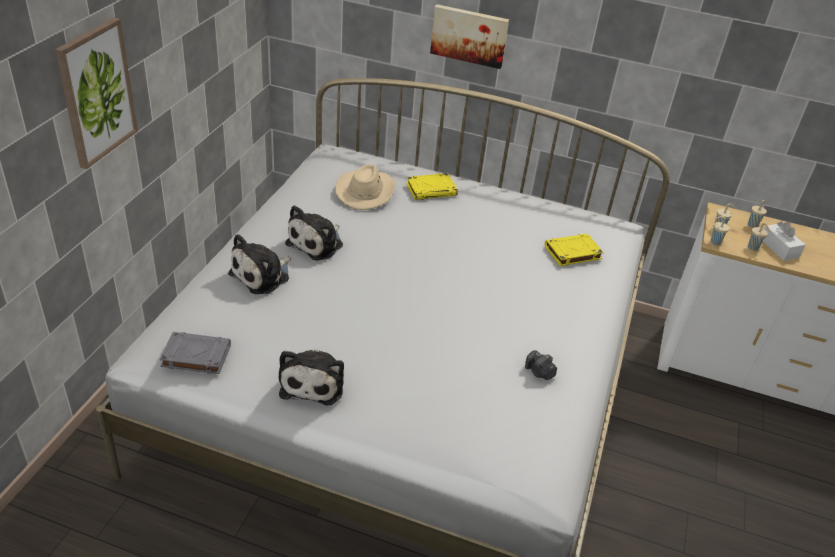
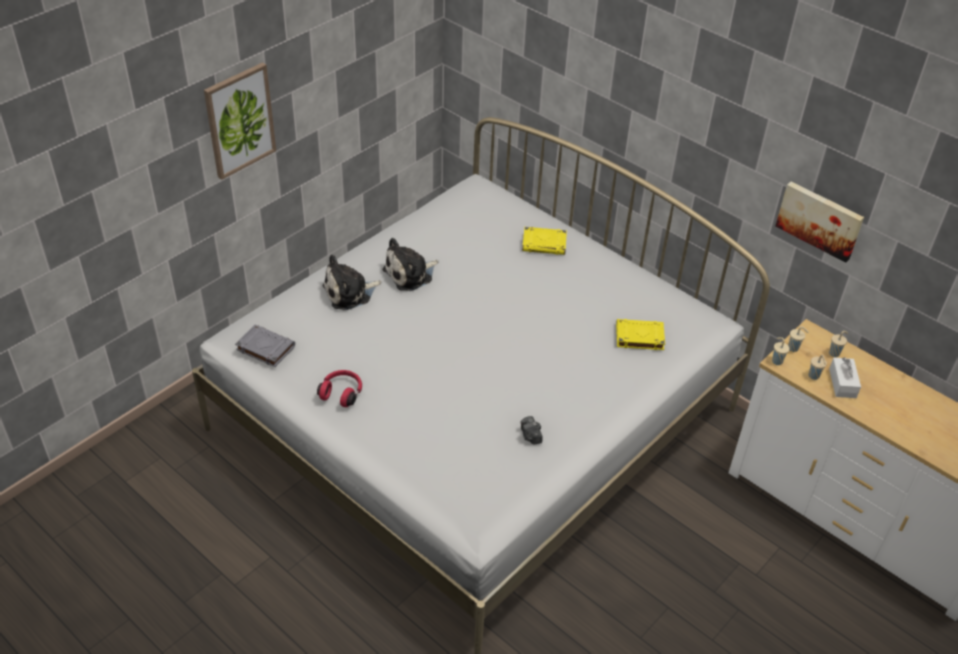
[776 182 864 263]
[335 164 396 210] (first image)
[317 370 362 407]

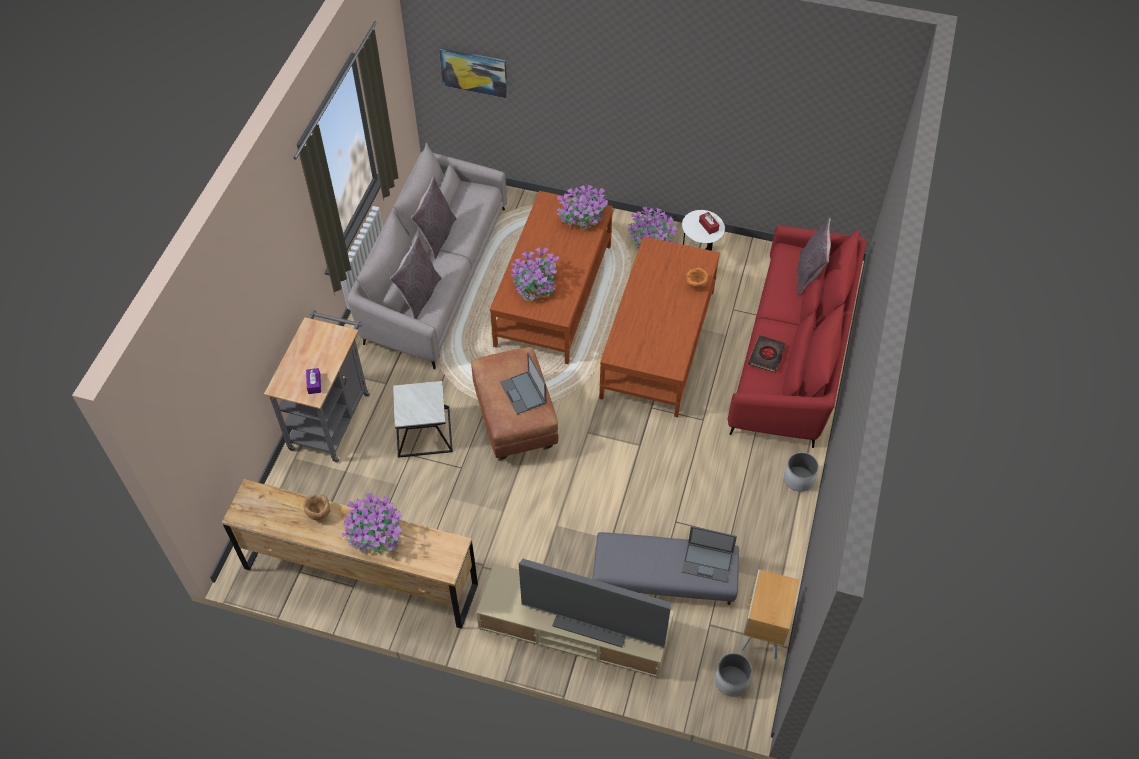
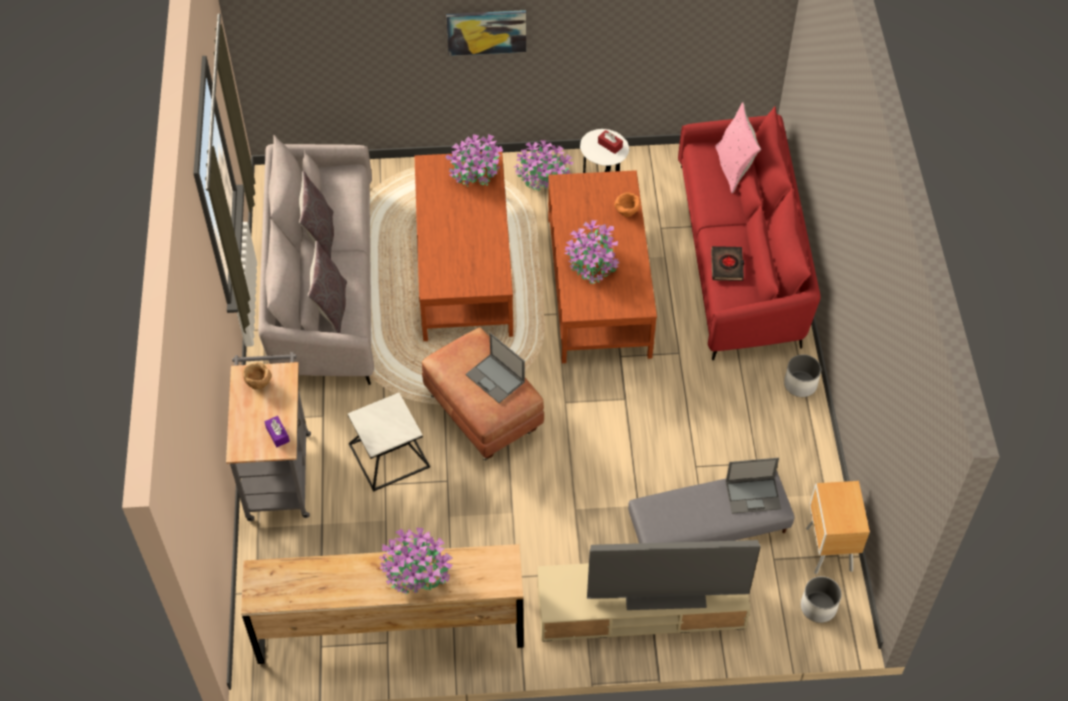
[446 10 526 56]
[715 102 761 193]
[565 220 620 284]
[242 362 272 389]

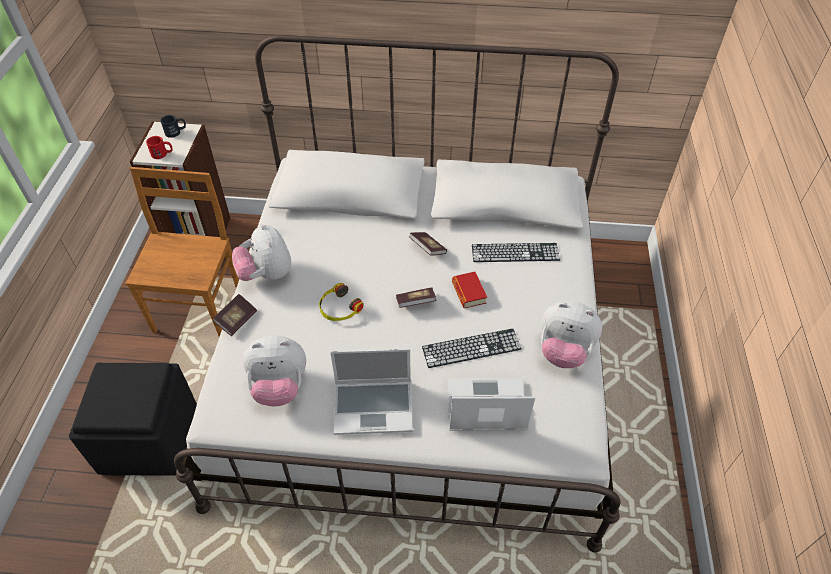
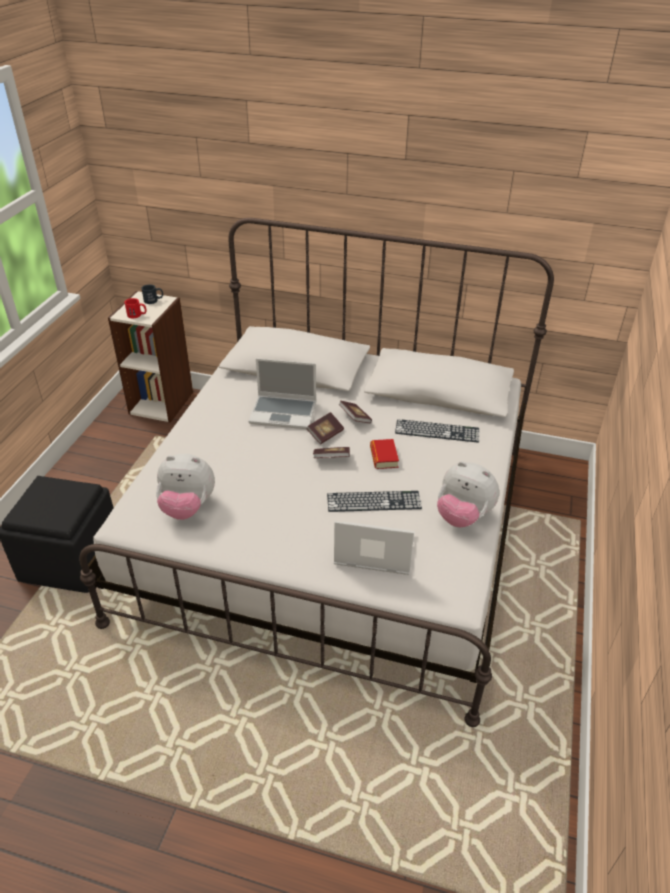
[125 167 239 337] (first image)
[232 224 291 281] (first image)
[319 283 364 321] (first image)
[306 412 344 445]
[248 358 316 429]

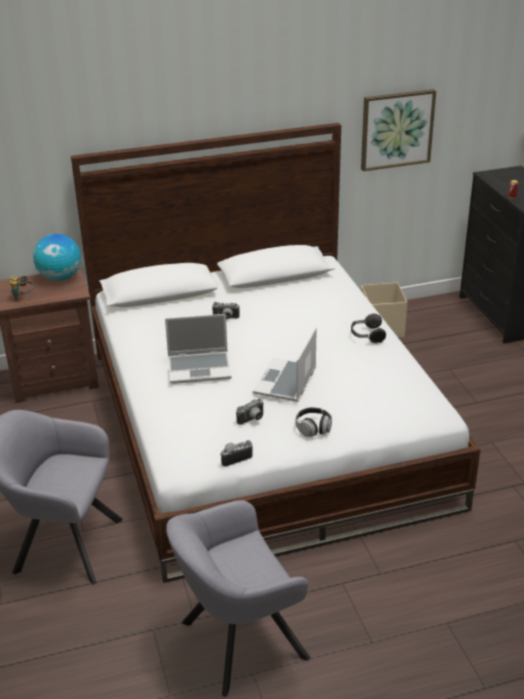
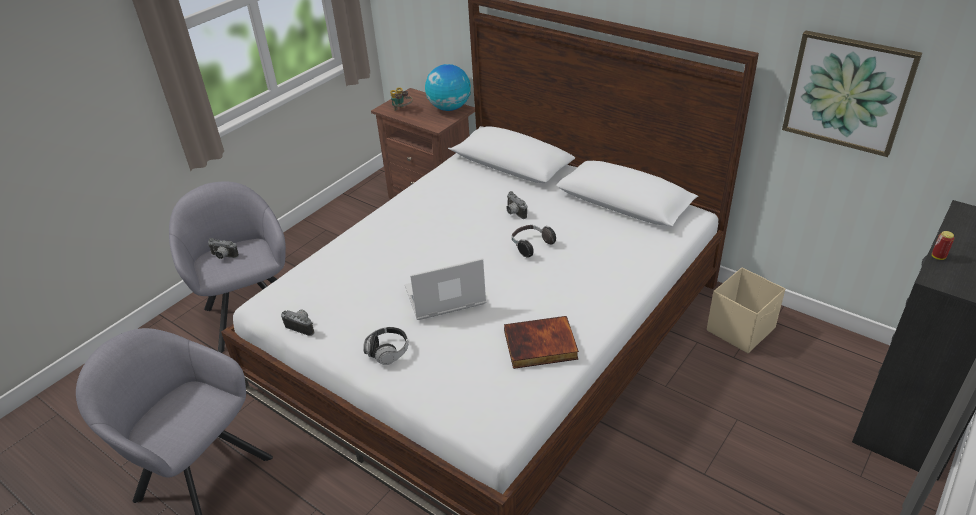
[512 225 556 257]
[165 314 232 384] (first image)
[208 238 239 259]
[504 316 579 369]

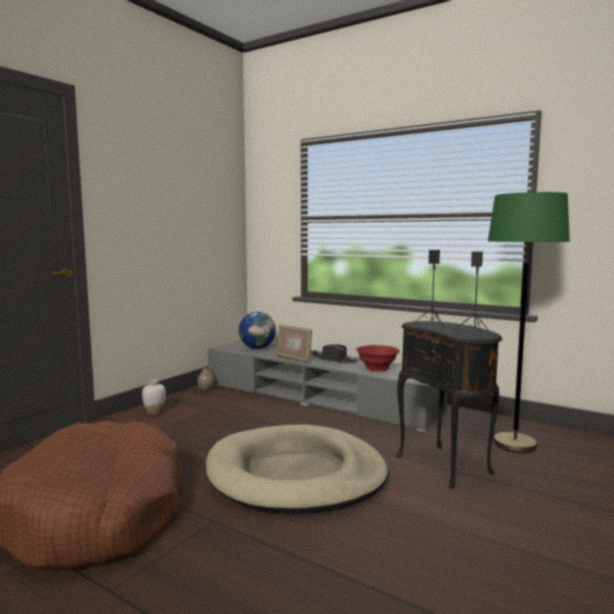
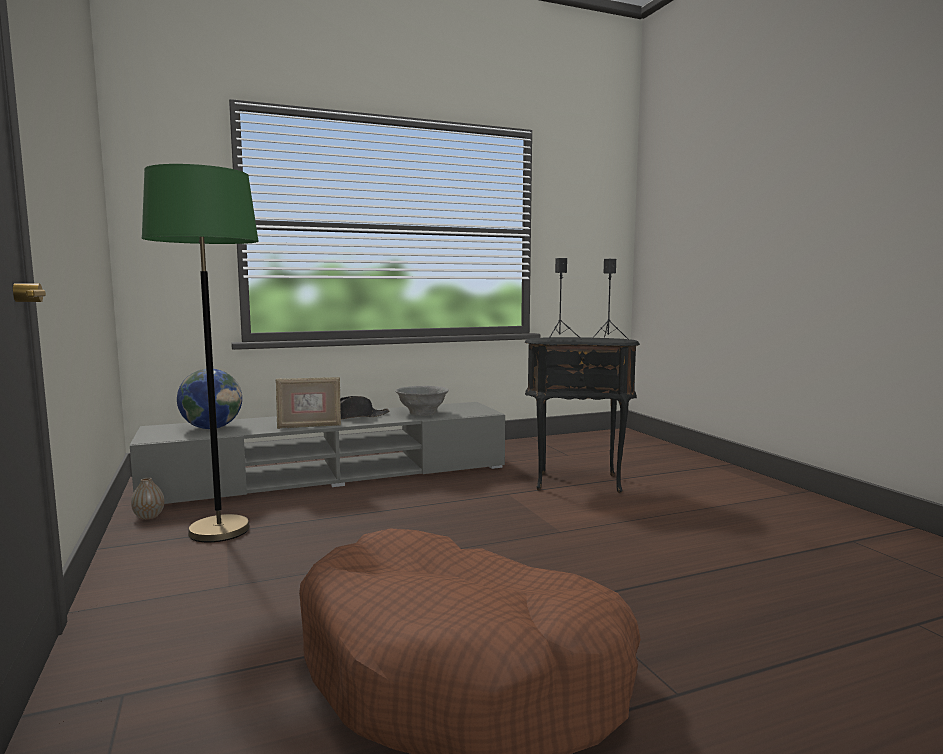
[142 164 259 542]
[395 386 449 416]
[142 379 166 415] (first image)
[206 425 388 514] (first image)

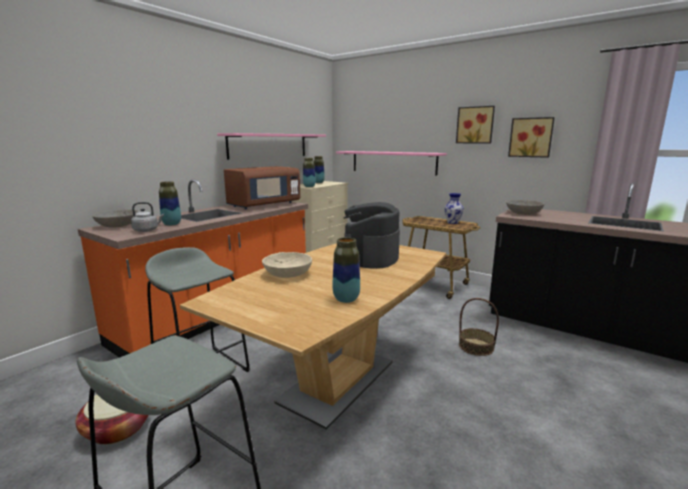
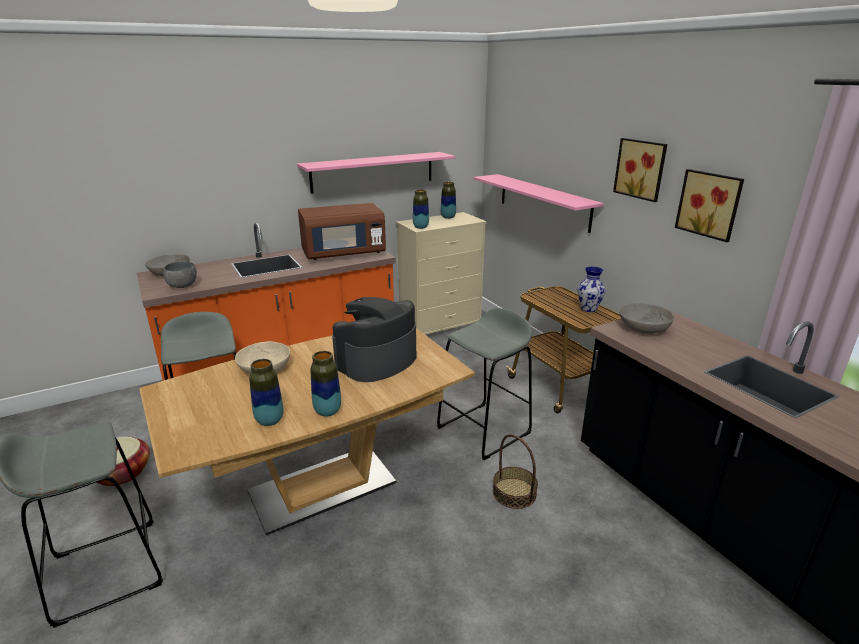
[310 351 341 417]
[163 262 197 288]
[437 308 532 460]

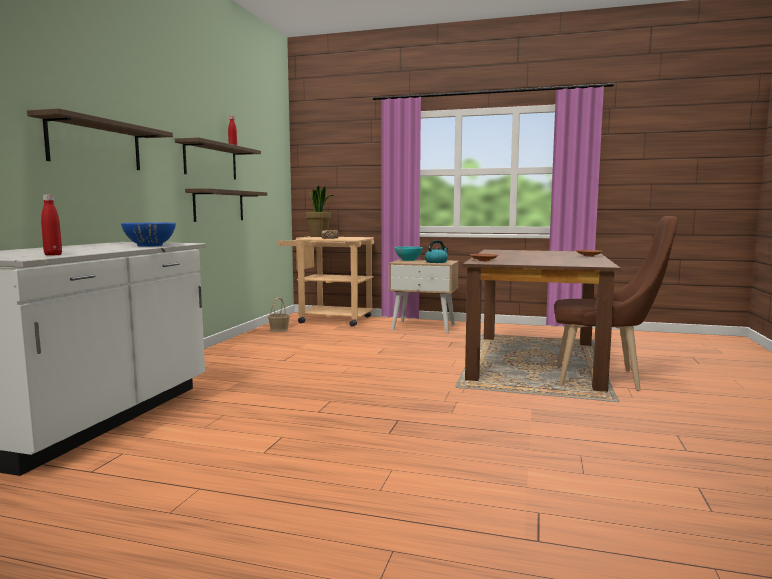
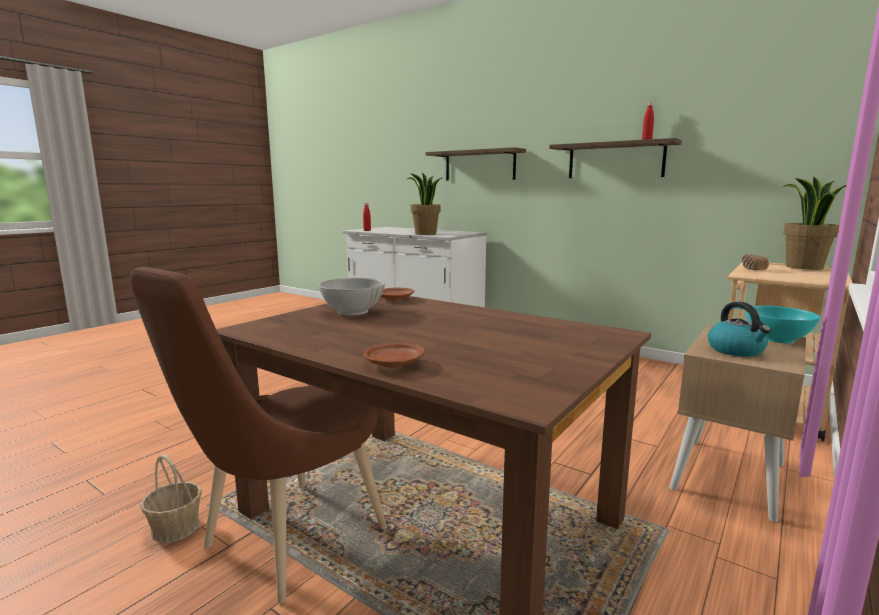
[185 188 267 222] (first image)
[407 173 442 235]
[140 454 202 543]
[318 278 385 315]

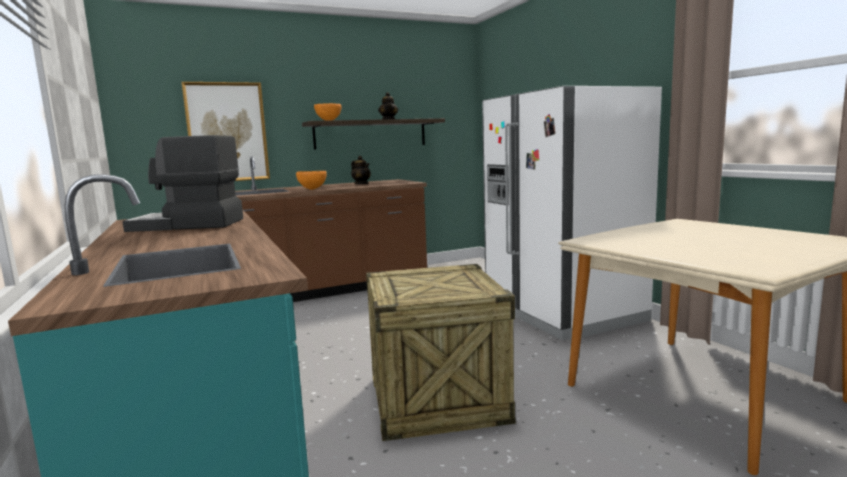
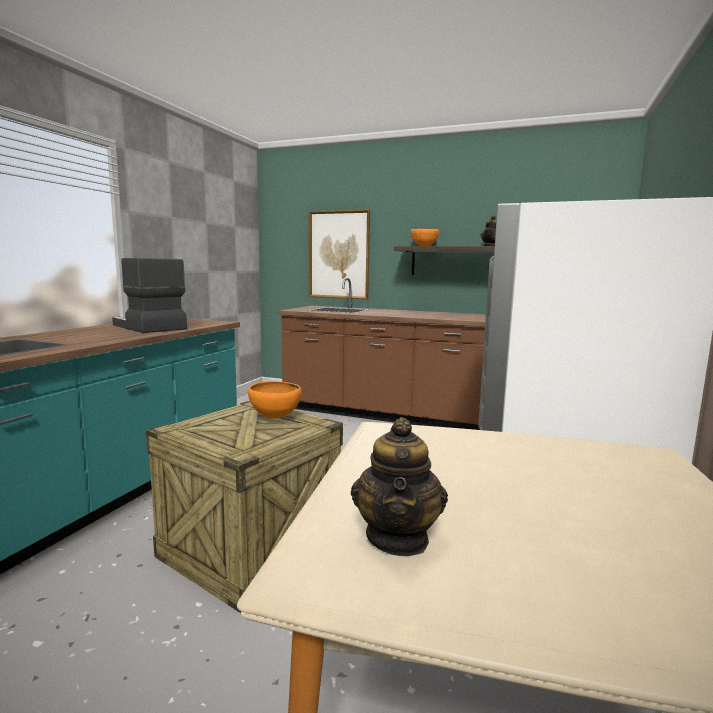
[351 417 448 556]
[248 381 302 419]

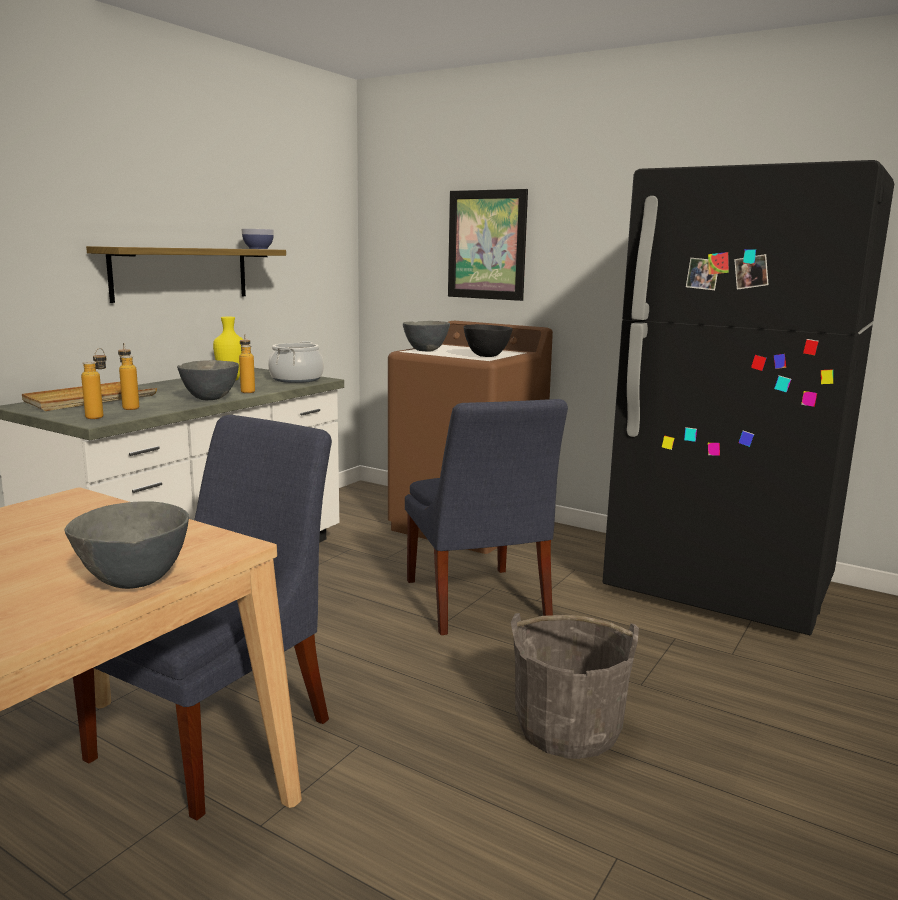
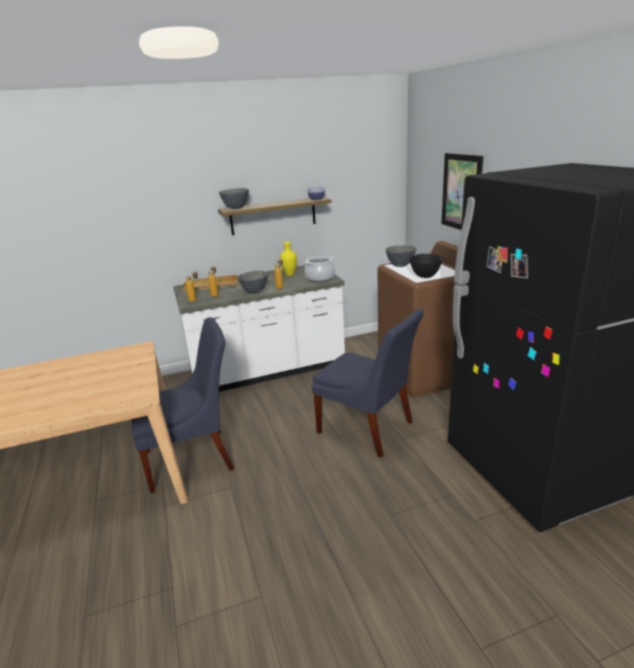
[312 308 424 458]
[219 188 249 209]
[511 613 639 759] (first image)

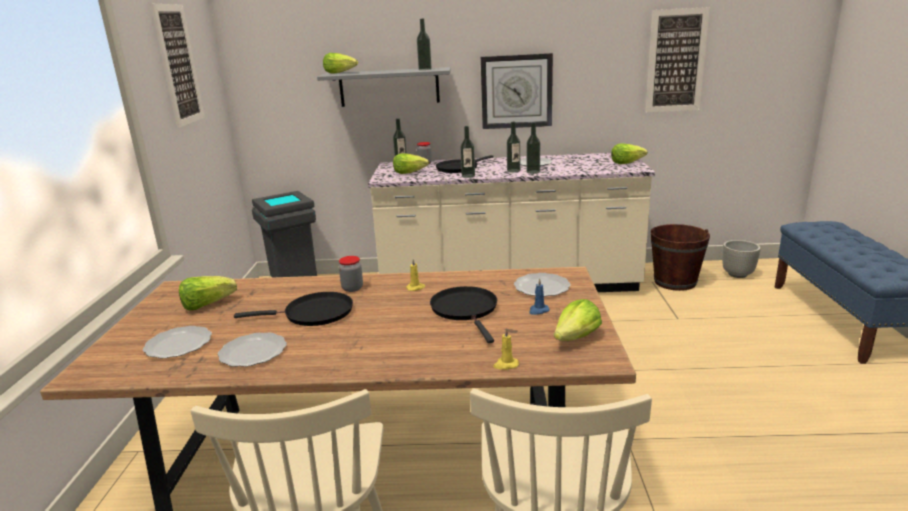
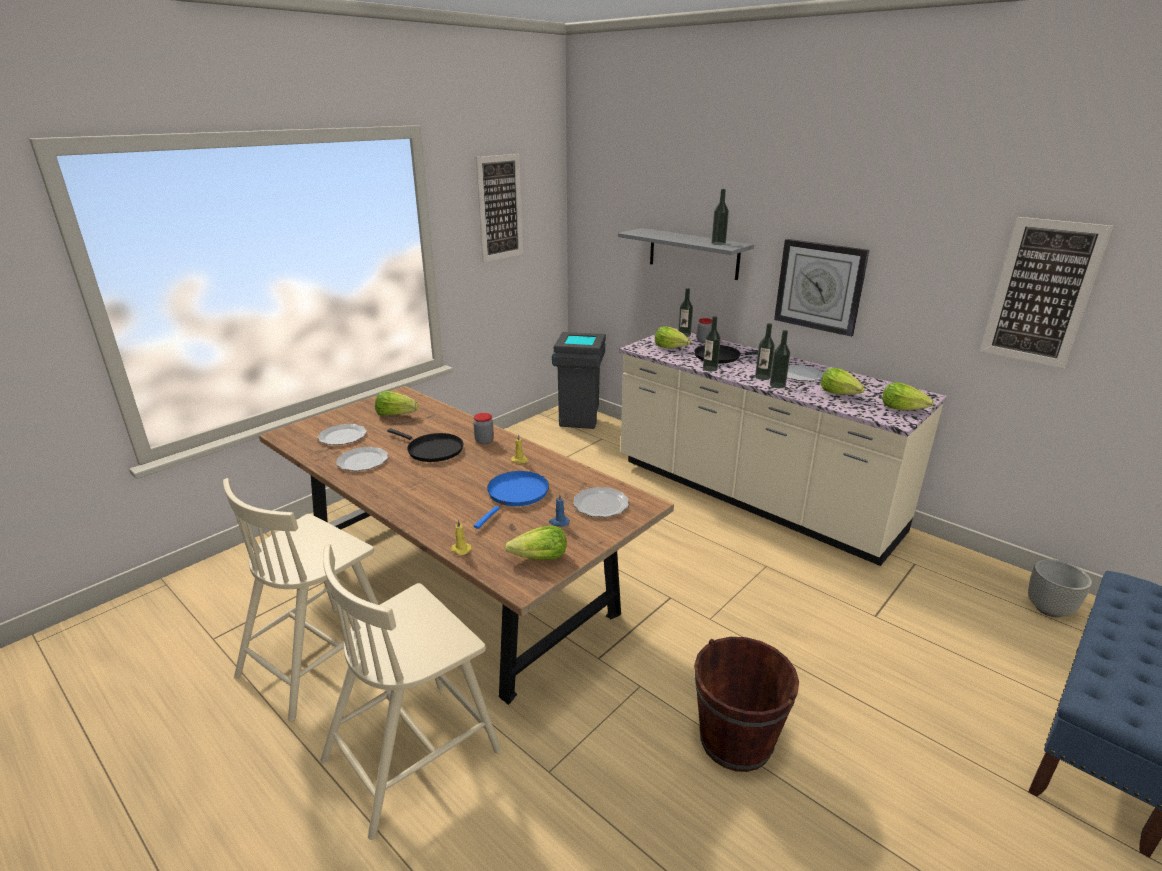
[821 368 865 395]
[694 637 799 772]
[474 471 549 529]

